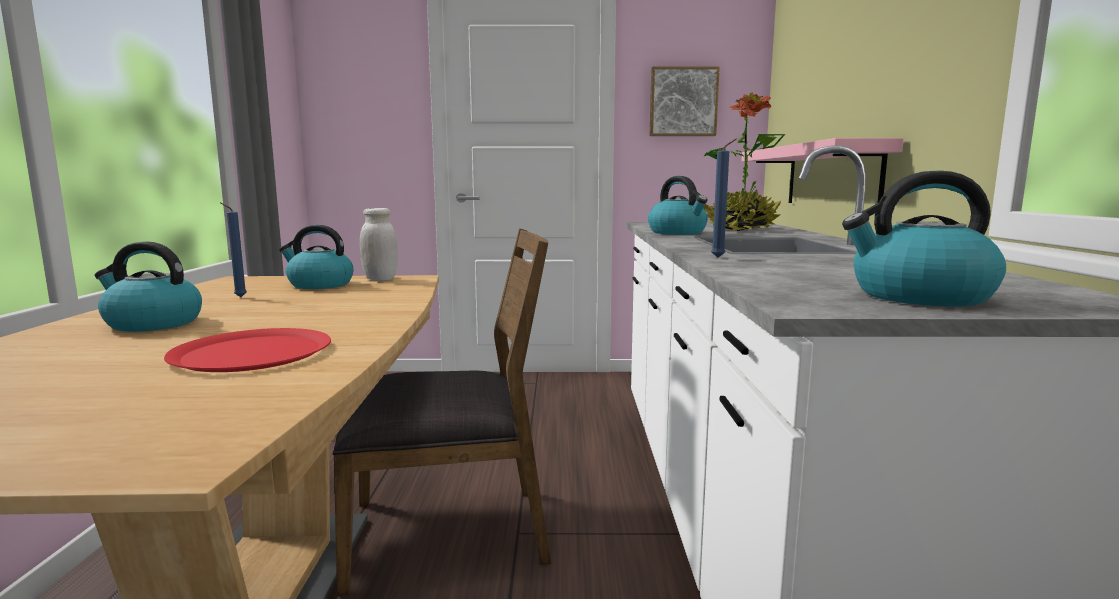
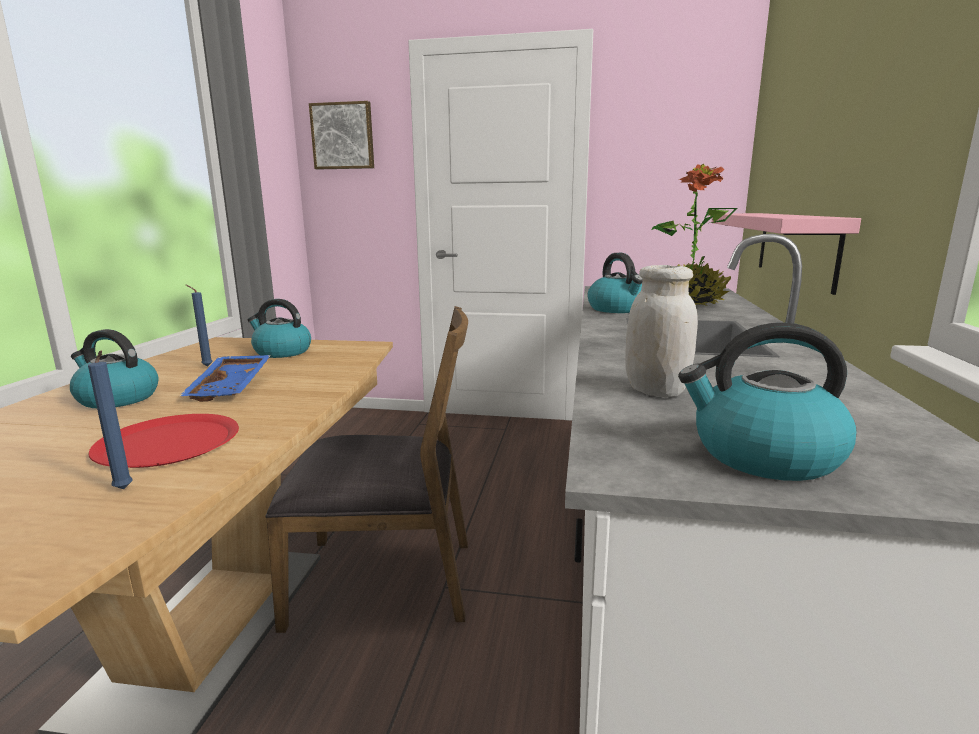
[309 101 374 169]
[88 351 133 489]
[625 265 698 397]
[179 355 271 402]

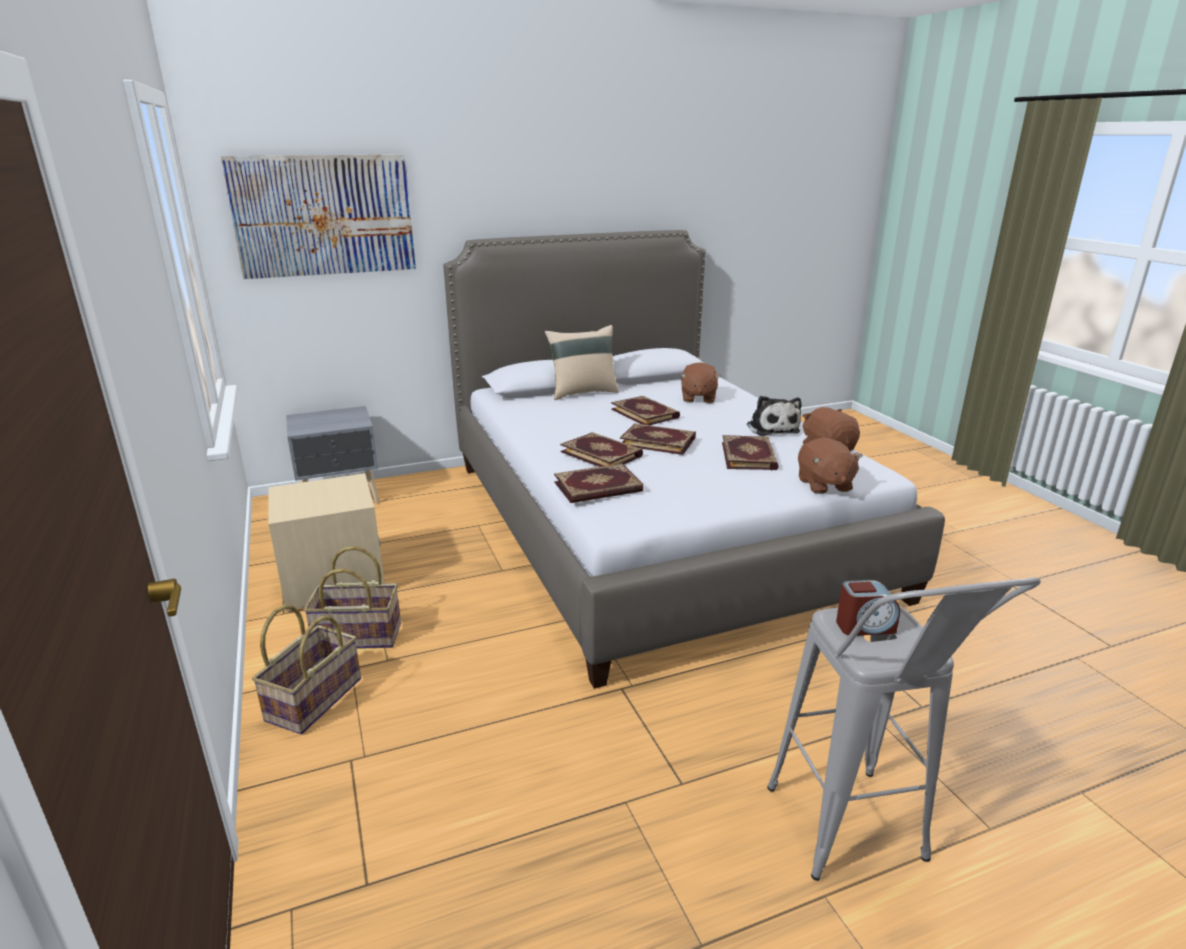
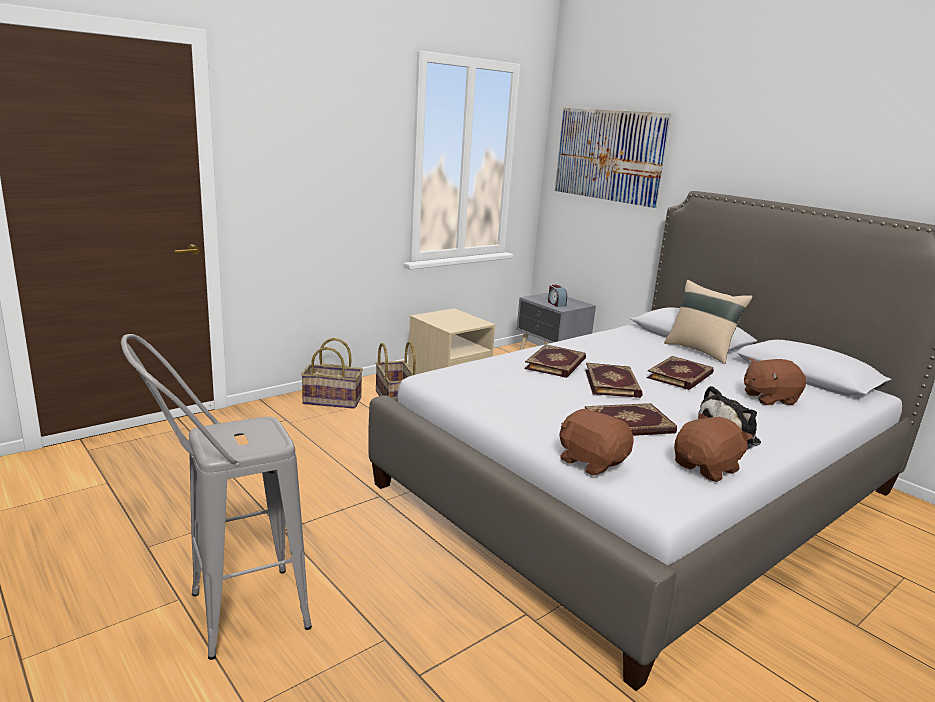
[559 408 634 476]
[554 463 643 503] (first image)
[548 285 567 307]

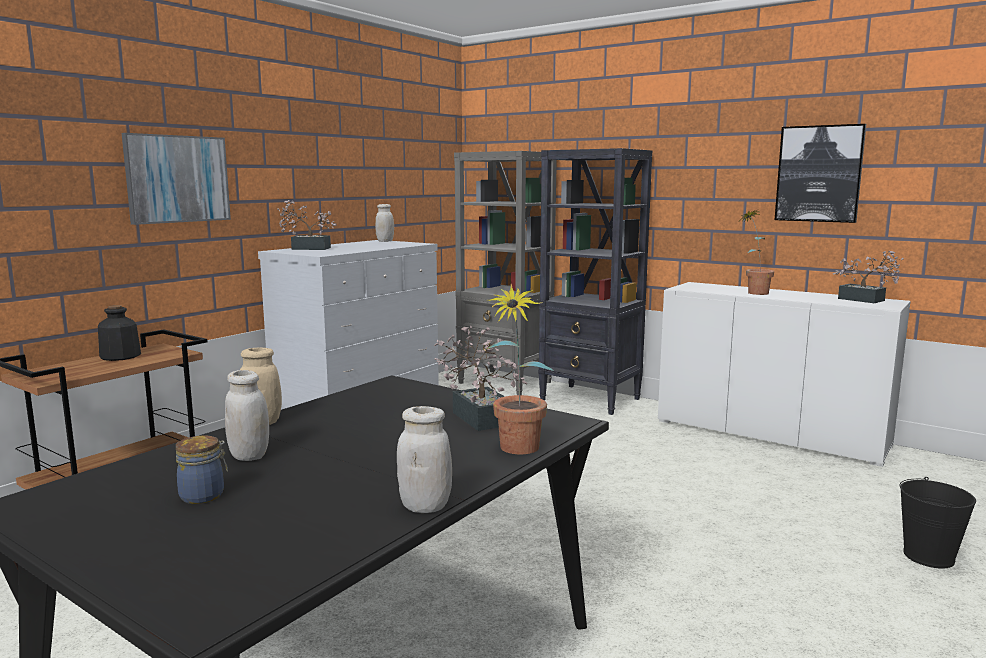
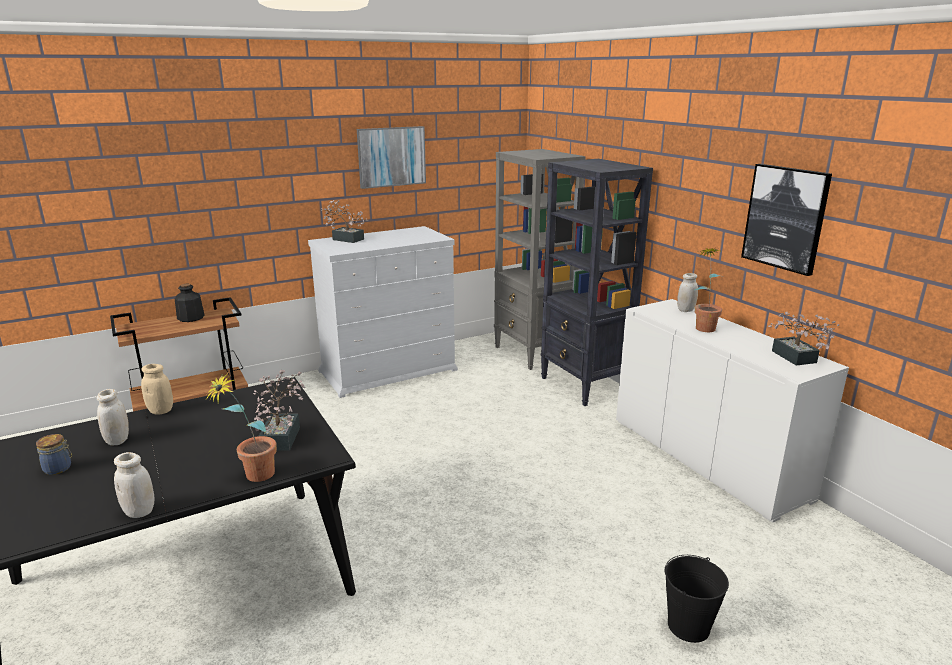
[357 126 426 189]
[677 273 698 312]

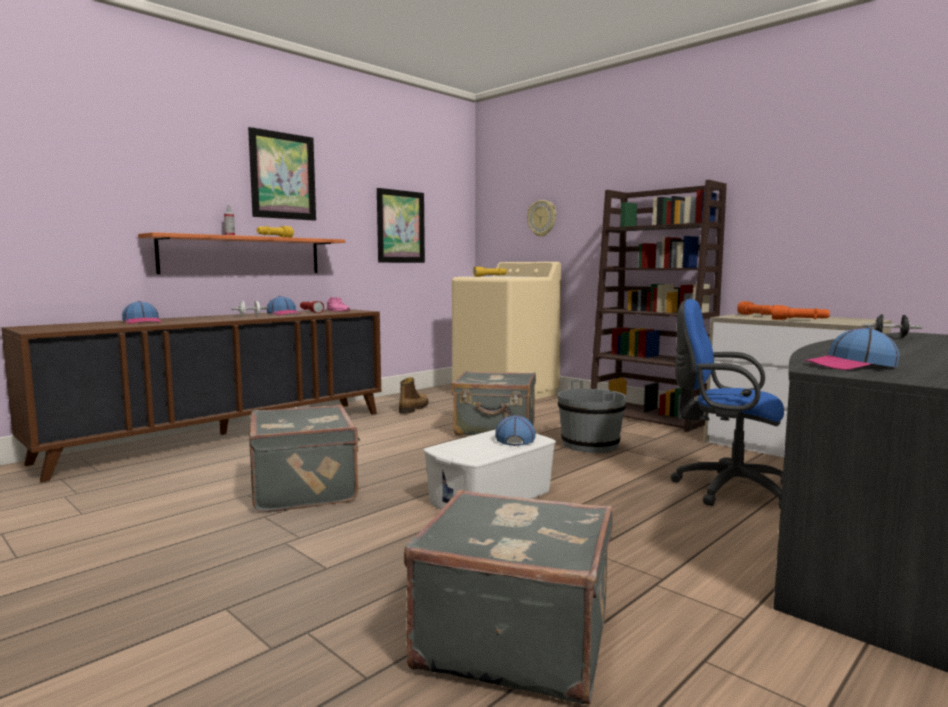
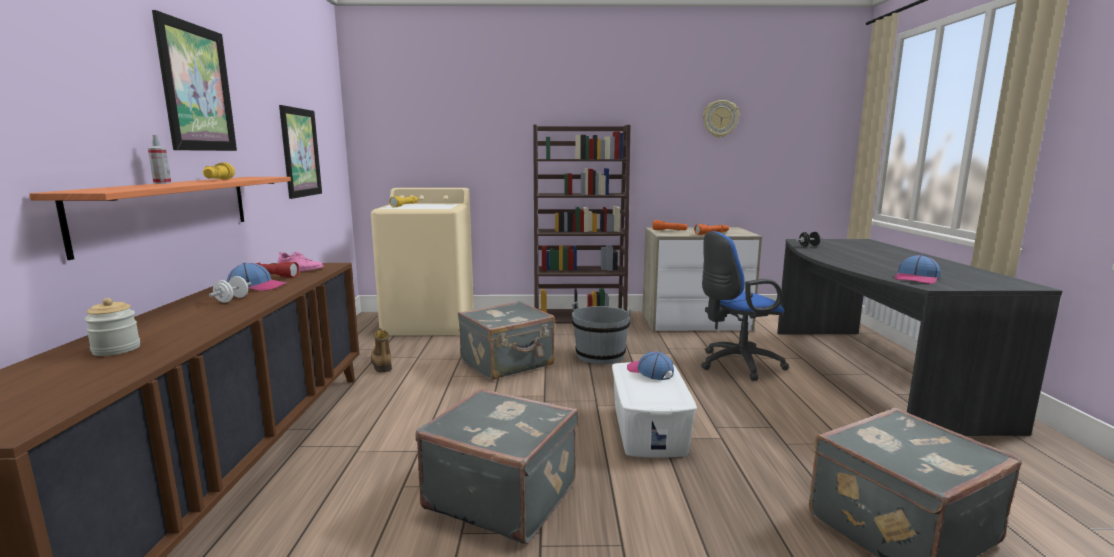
[703 100 739 138]
[84 298 140 356]

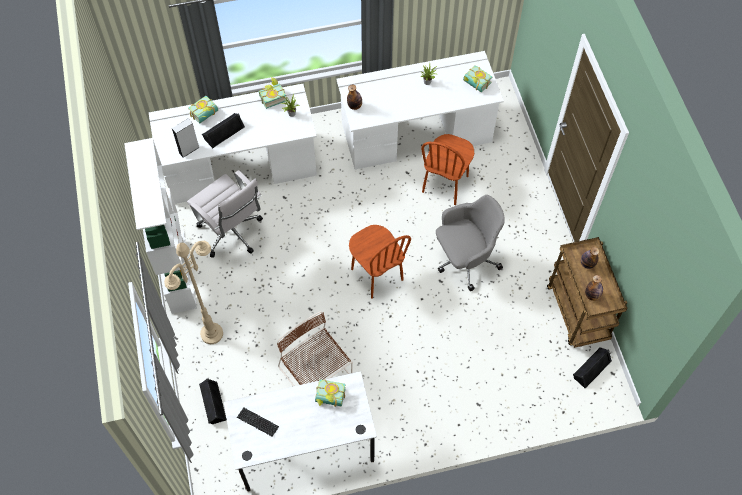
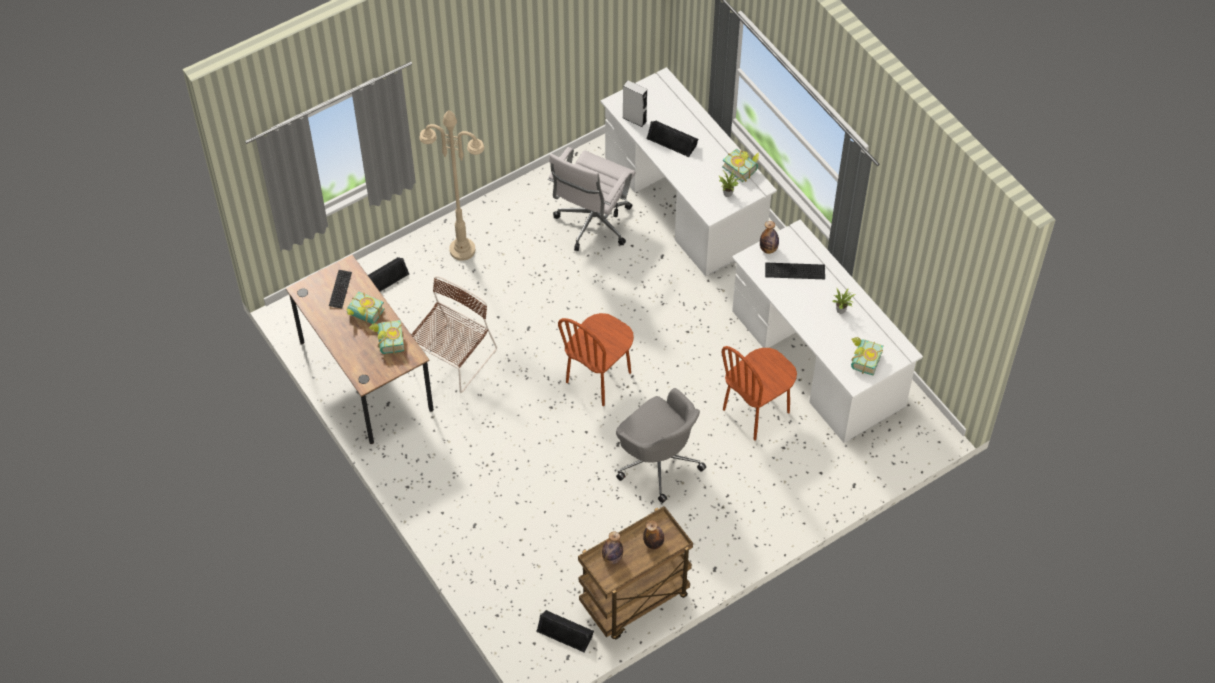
[347 291 385 324]
[722 346 797 441]
[124 138 197 314] (first image)
[286 255 434 444]
[765 262 825 279]

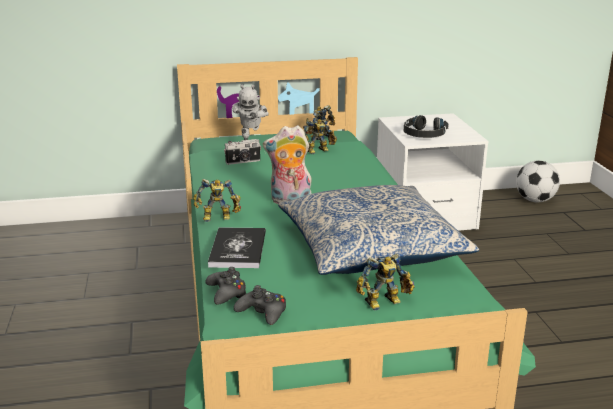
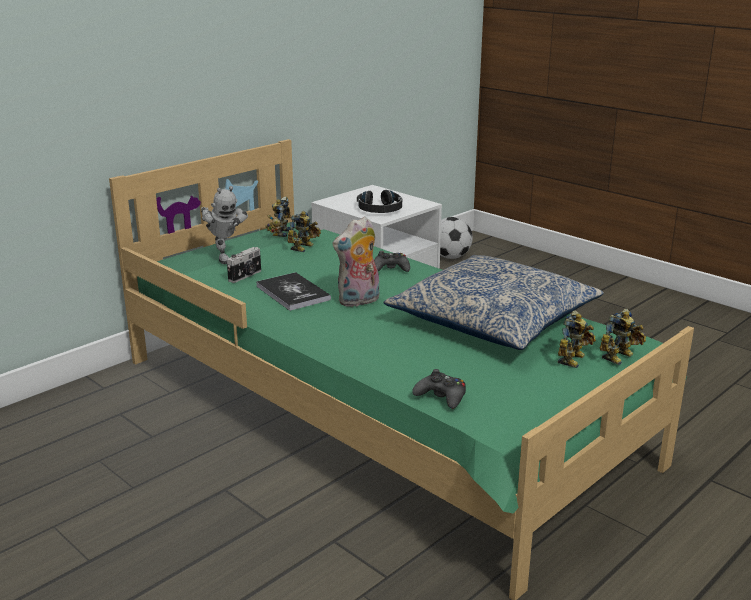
[600 309 646 365]
[256 272 331 311]
[374 251 410 272]

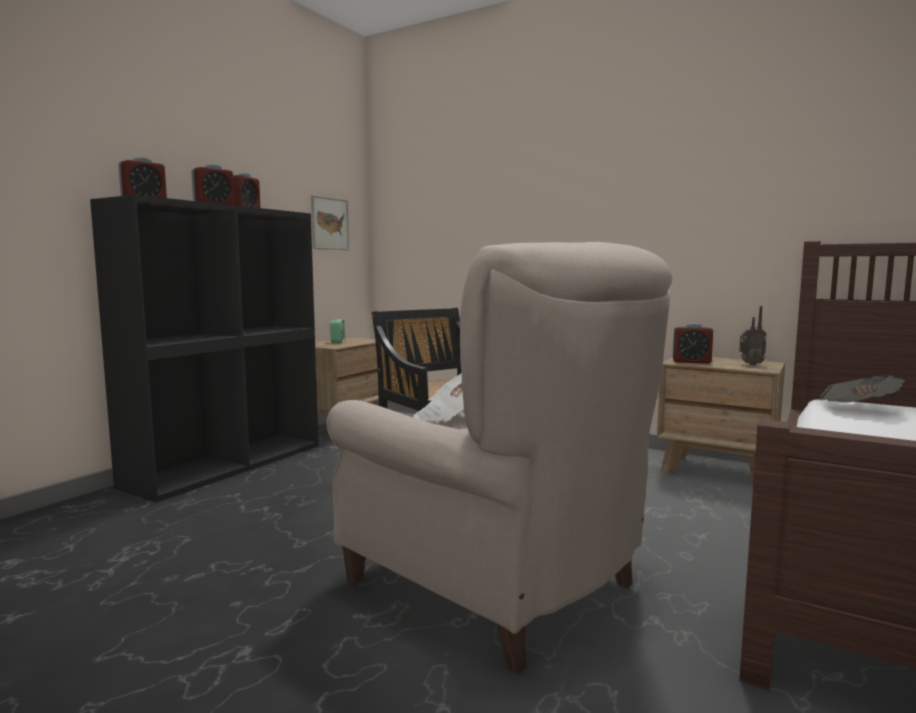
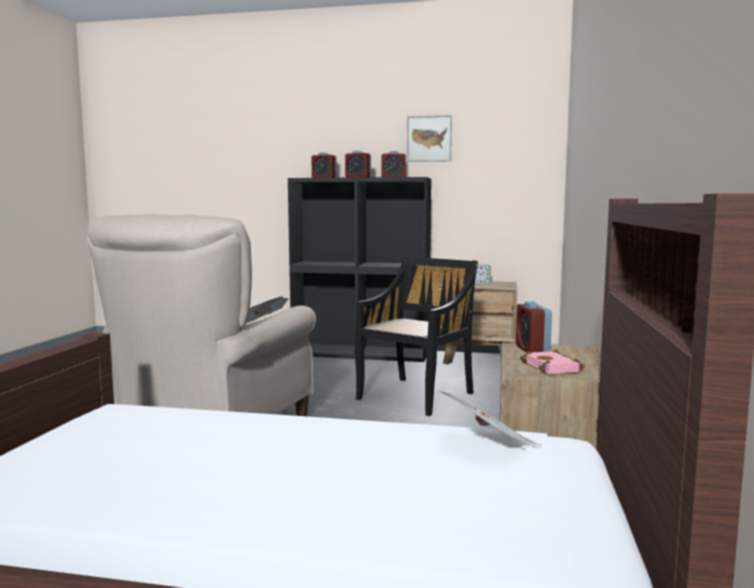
[407 115 452 162]
[520 349 584 374]

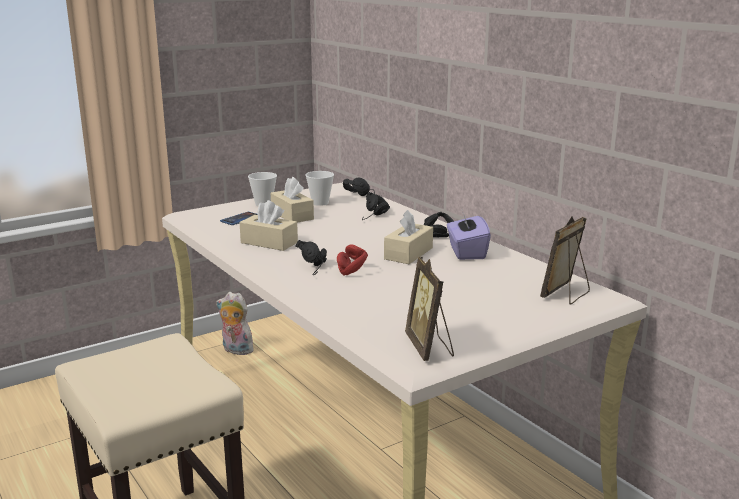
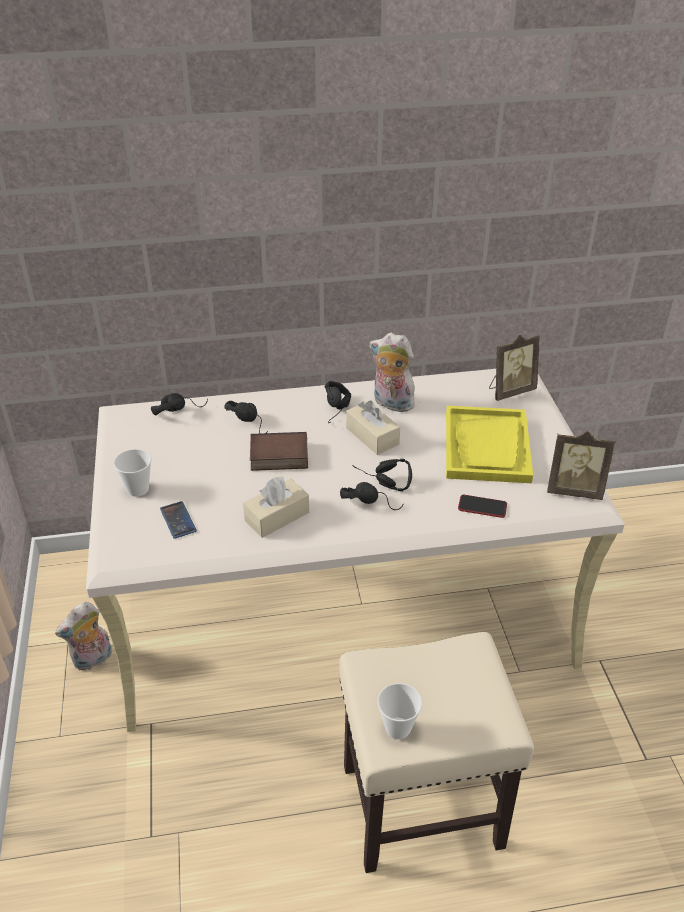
[377 683 422 739]
[271 177 314 223] (first image)
[369 333 418 412]
[489 335 540 401]
[352 459 412 491]
[446 406 533 483]
[250 432 308 471]
[458 495 507 518]

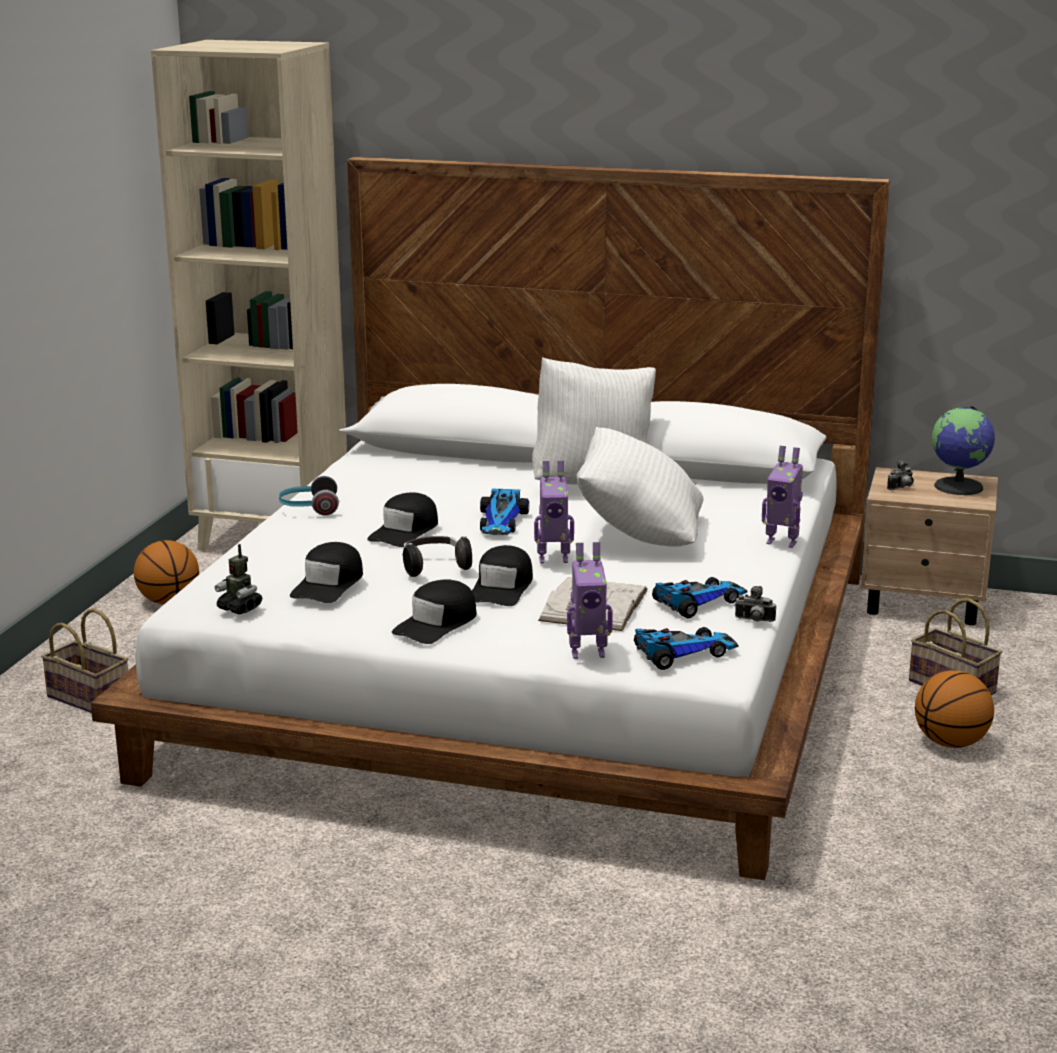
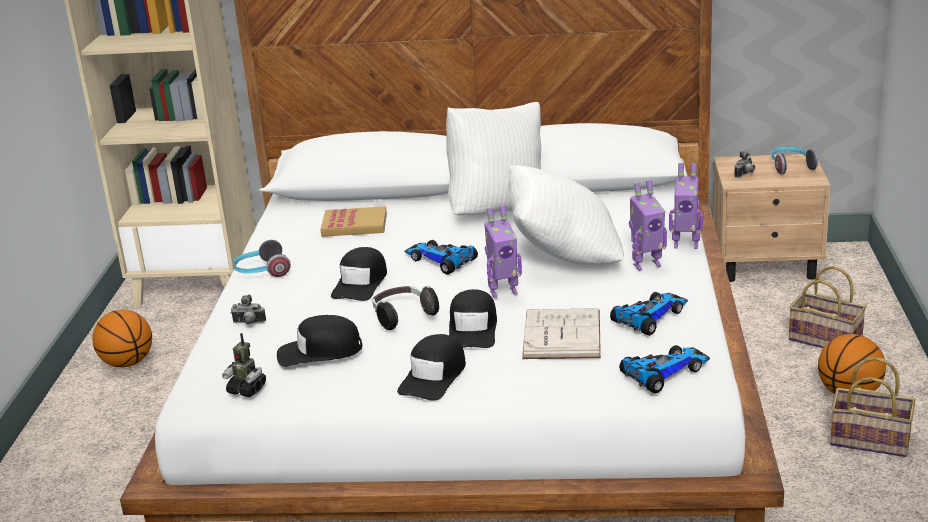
[771 147 818 174]
[405 240 478 275]
[277 315 362 367]
[629 180 667 271]
[231 295 266 325]
[830 357 915 457]
[321 206 387 237]

